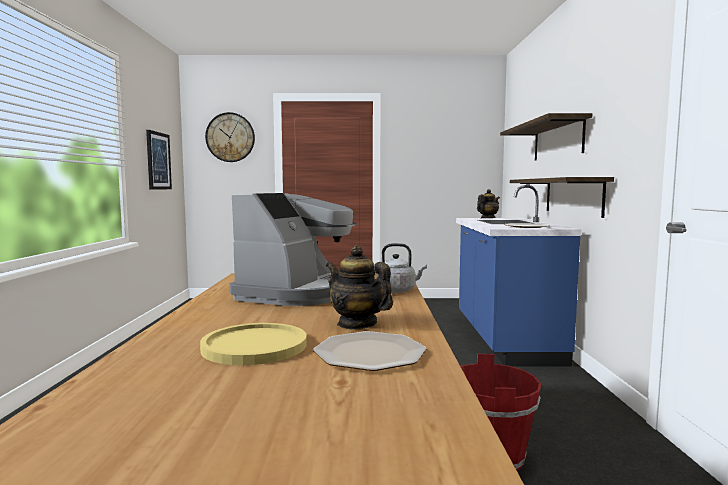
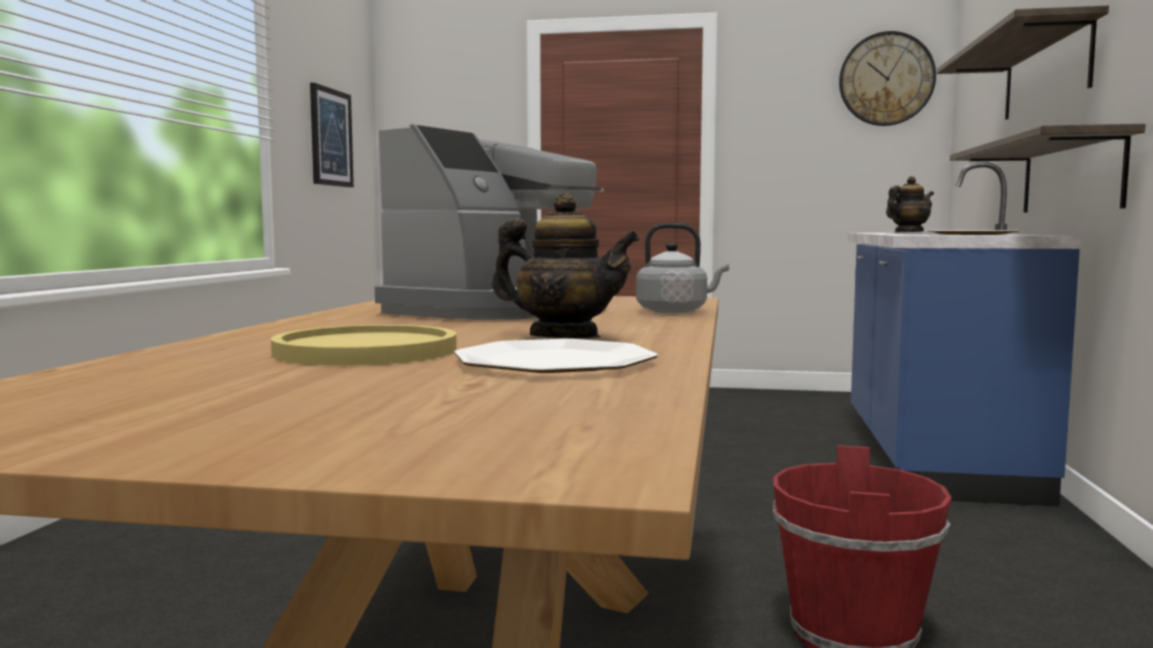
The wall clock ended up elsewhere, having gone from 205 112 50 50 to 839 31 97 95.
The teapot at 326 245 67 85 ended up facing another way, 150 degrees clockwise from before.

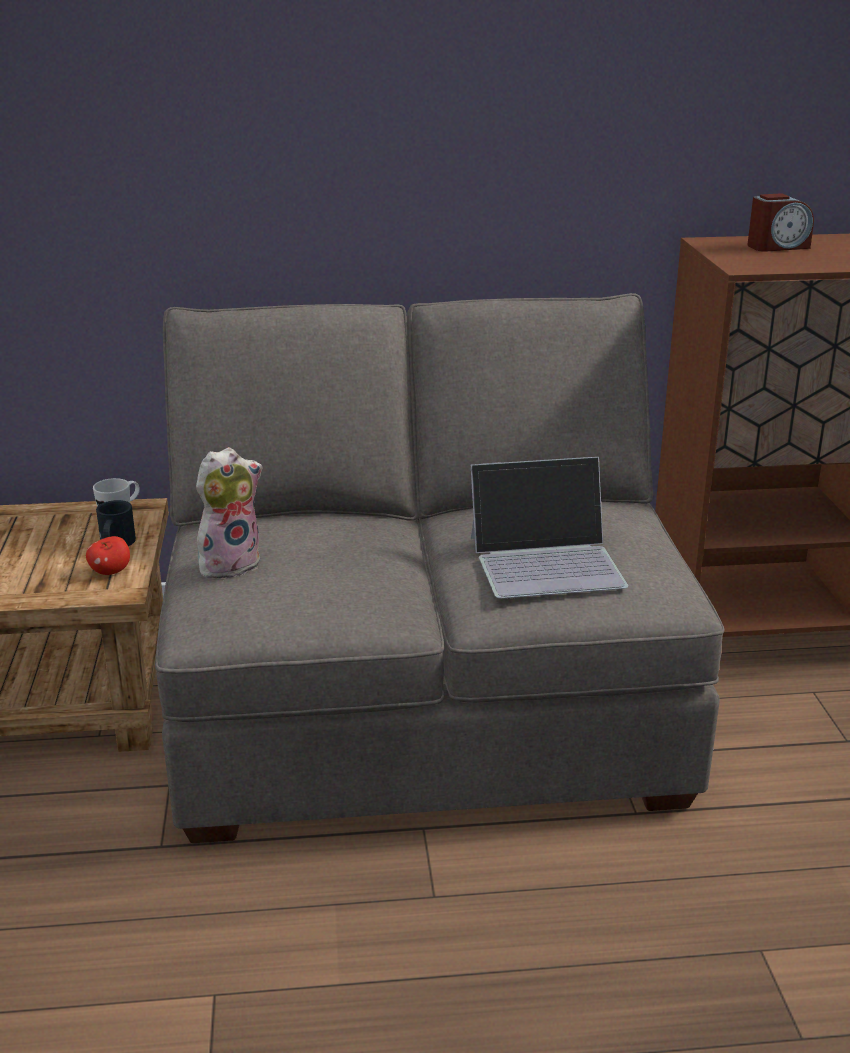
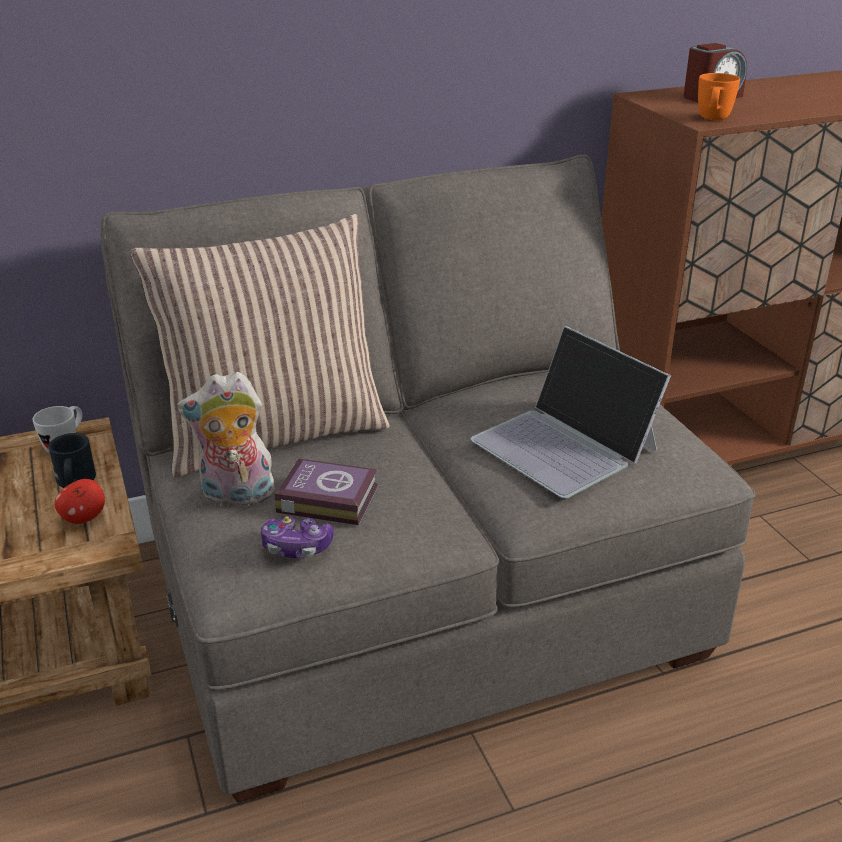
The plush toy at 196 447 66 132 ended up facing another way, 135 degrees counterclockwise from before.
The laptop at 471 457 157 142 ended up facing another way, 75 degrees clockwise from before.
The second view gained the mug in orange at 698 73 42 47.
The second view gained the pillow at 130 214 260 263.
The second view gained the book at 274 459 104 66.
The second view gained the game controller at 261 516 73 42.

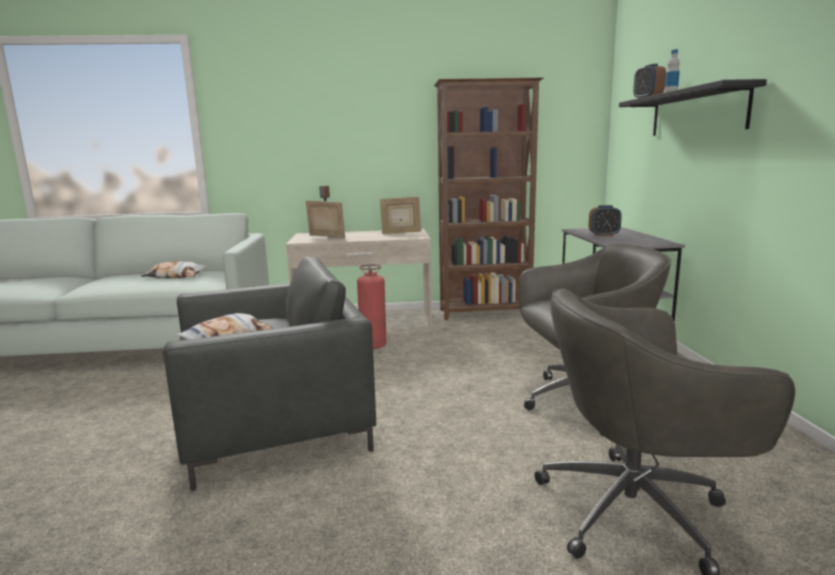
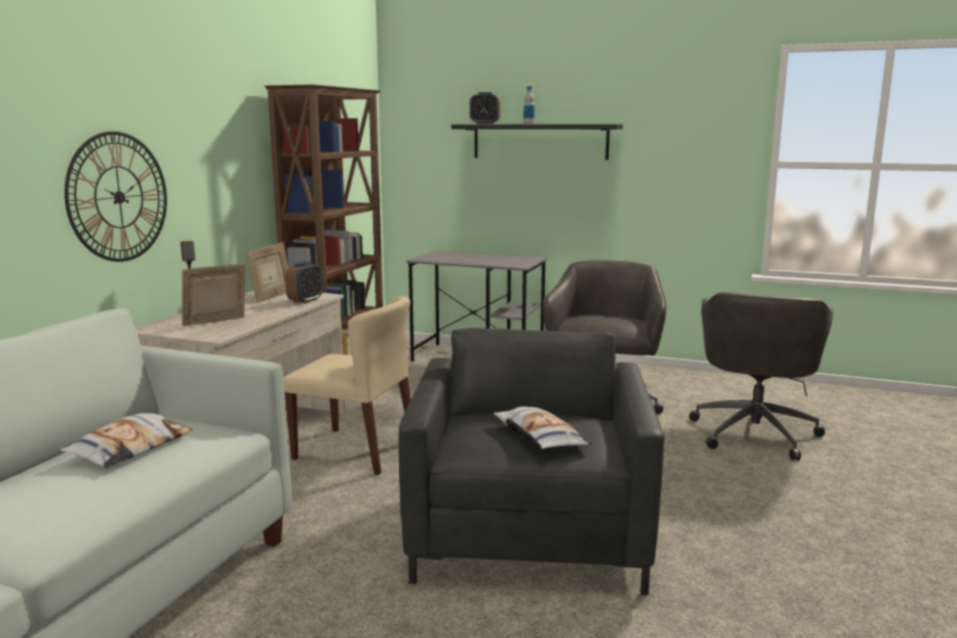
The alarm clock ended up elsewhere, having gone from 589 205 33 31 to 285 261 38 43.
Where the fire extinguisher stood at 357 264 29 85, the chair in beige came to stand at 283 296 128 179.
The second view gained the wall clock at 64 131 103 131.

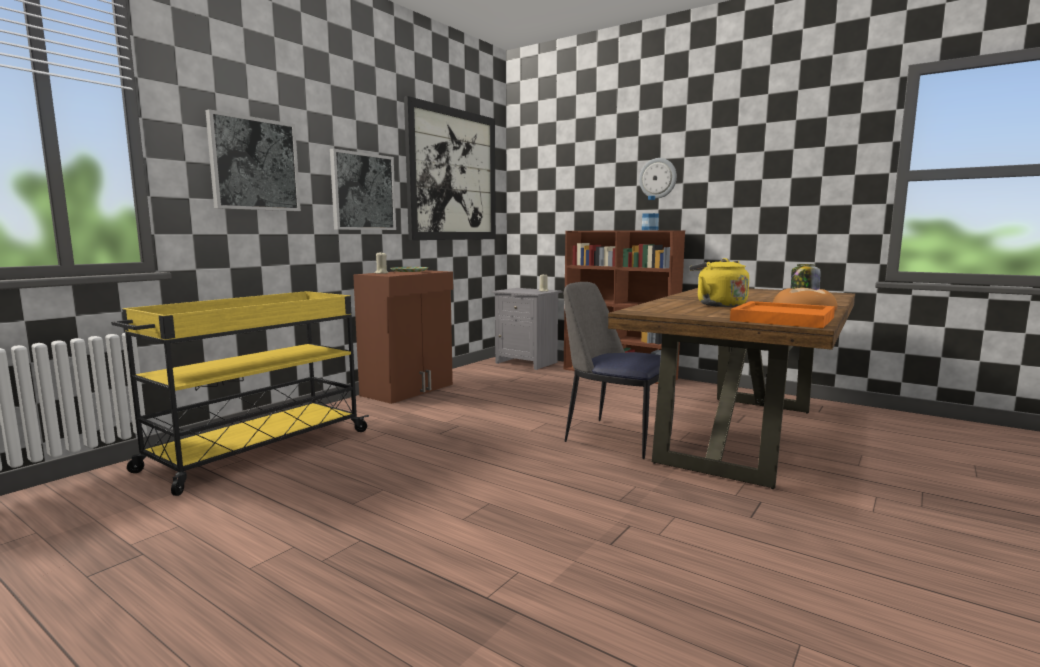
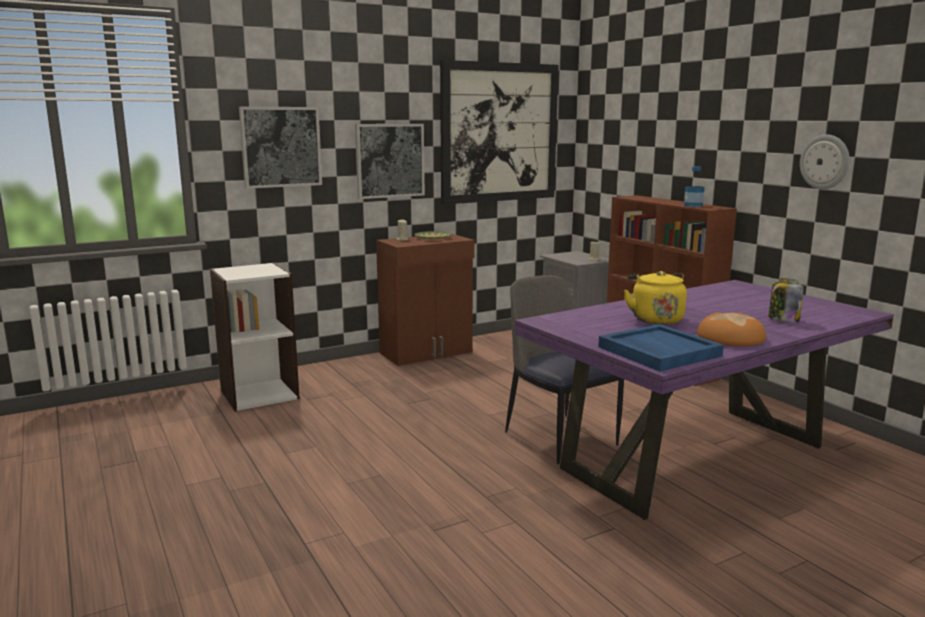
The wall clock ended up elsewhere, having gone from 639 158 38 41 to 800 134 50 56.
What was the dining table in brown at 608 288 247 201 turned into the dining table in purple at 515 280 379 240.
Where the cart in yellow stood at 111 291 258 205, the bookcase in white came to stand at 210 263 90 148.
What was the tray in orange at 730 301 105 27 turned into the tray in blue at 598 324 126 47.

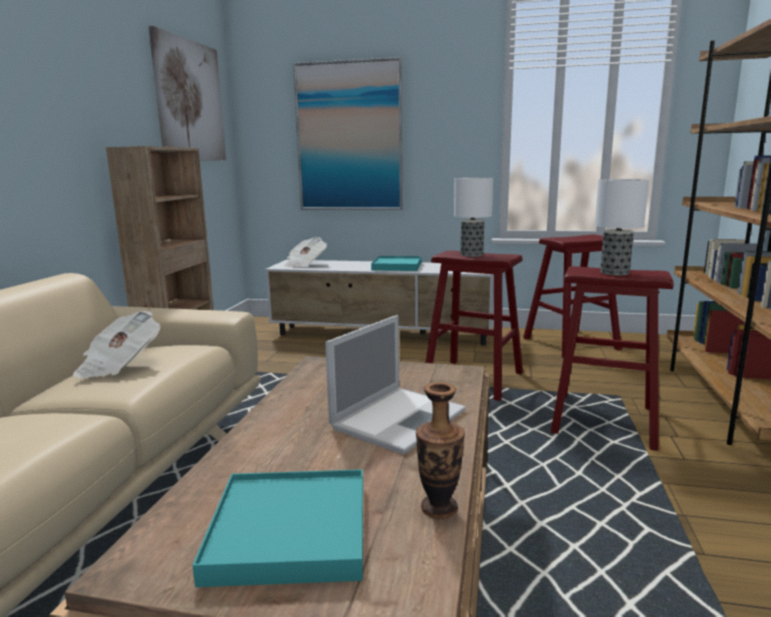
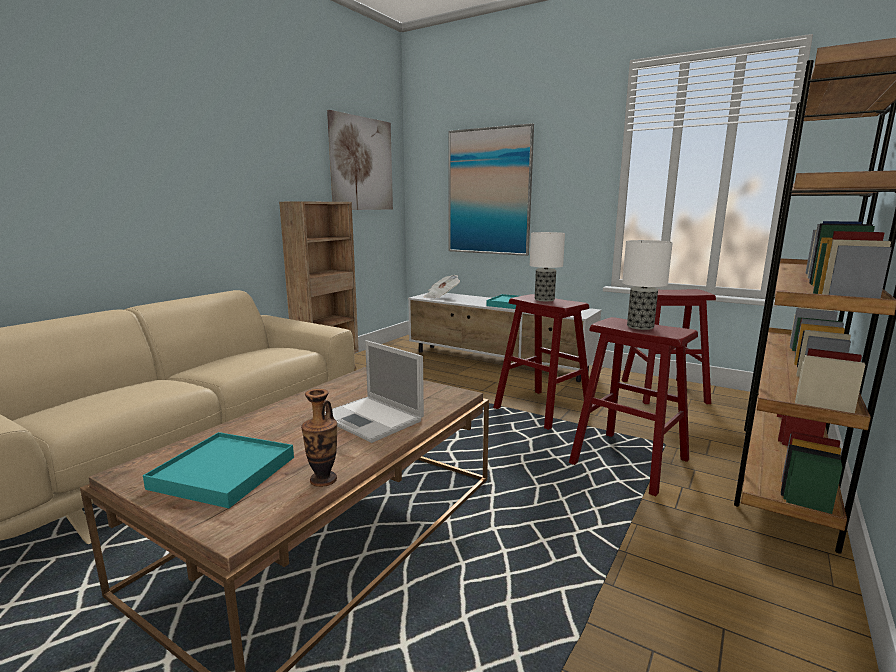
The second view lost the newspaper at 73 311 87 67.
The laptop at 325 315 141 140 ended up facing another way, 75 degrees clockwise from before.

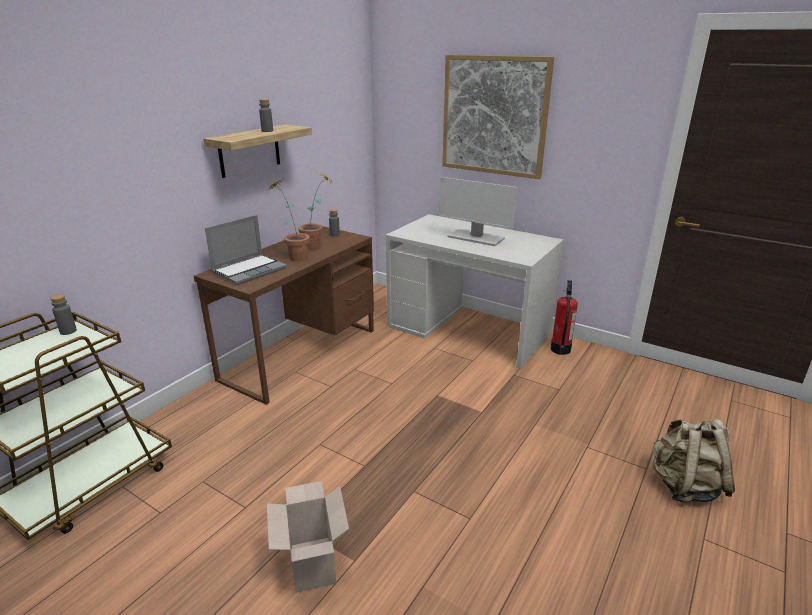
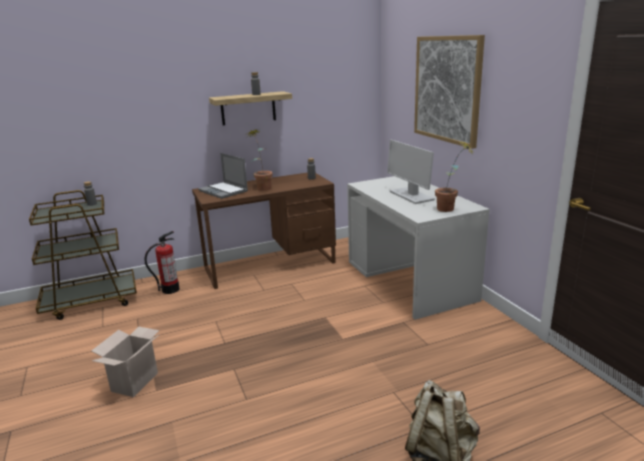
The potted plant ended up elsewhere, having gone from 298 172 34 78 to 435 142 39 70.
The laptop at 205 215 82 70 ended up facing another way, 60 degrees clockwise from before.
The fire extinguisher ended up elsewhere, having gone from 551 280 27 75 to 144 231 36 63.

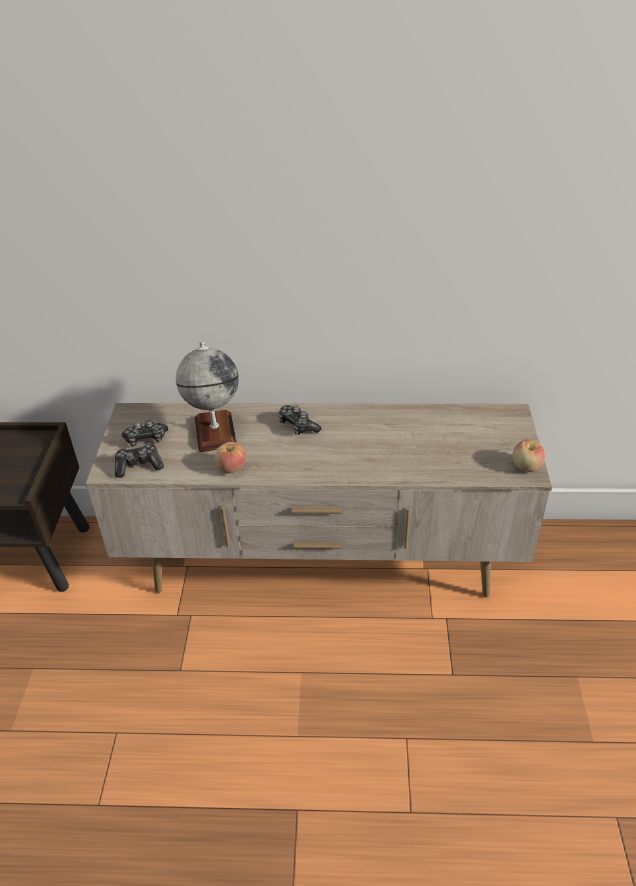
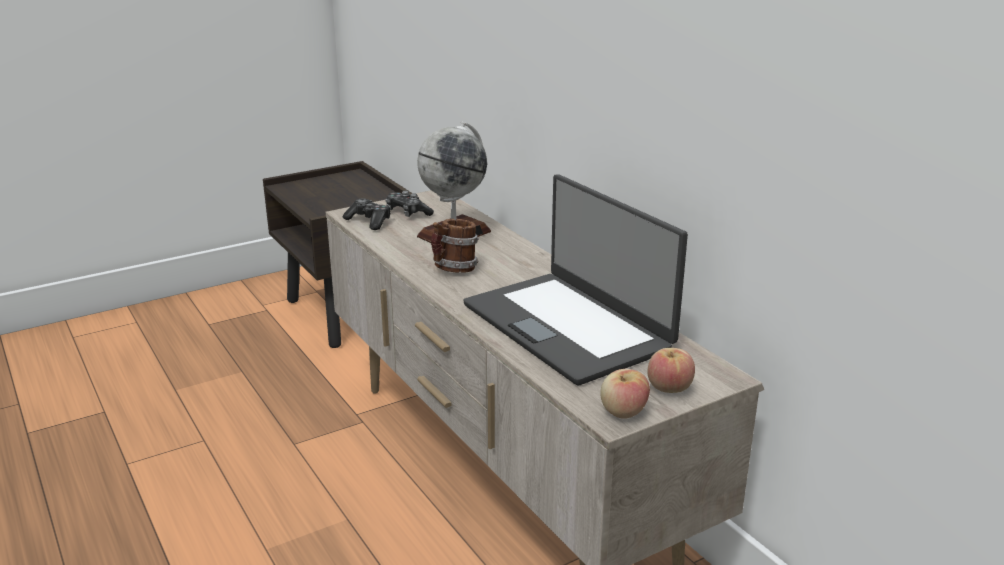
The second view lost the game controller at 278 405 44 30.
The apple ended up elsewhere, having gone from 215 442 32 32 to 647 348 48 45.
The second view gained the laptop at 463 174 225 212.
The second view gained the mug at 431 219 48 54.

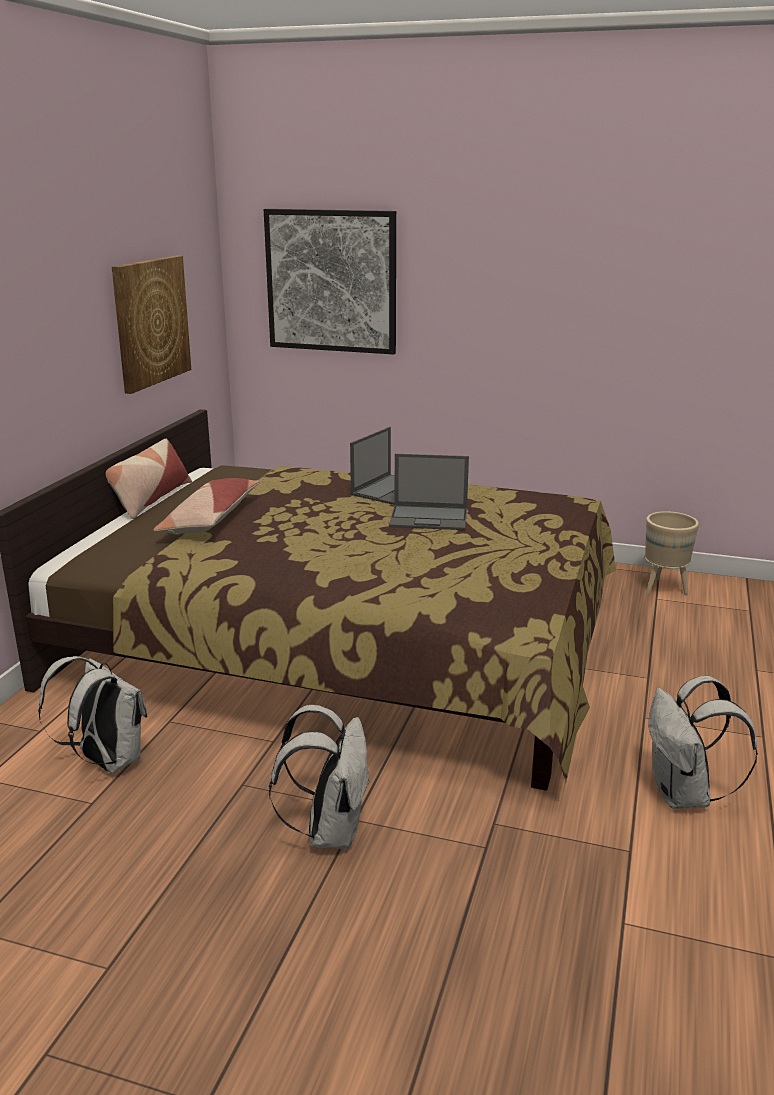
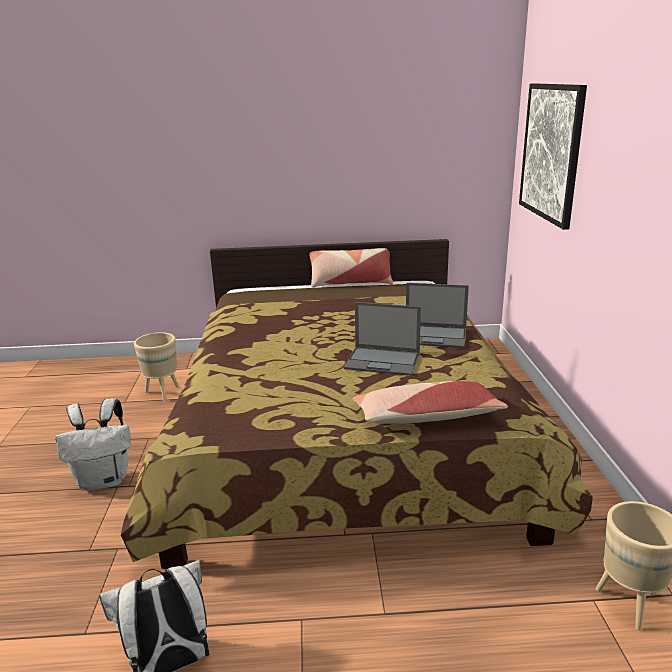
The second view lost the picture at 112 255 79 139.
The laptop at 389 454 80 76 ended up facing another way, 60 degrees counterclockwise from before.
The pillow ended up elsewhere, having gone from 153 478 107 57 to 353 381 155 43.
Where the backpack in white stood at 38 656 109 117, the planter in beige came to stand at 134 332 45 70.

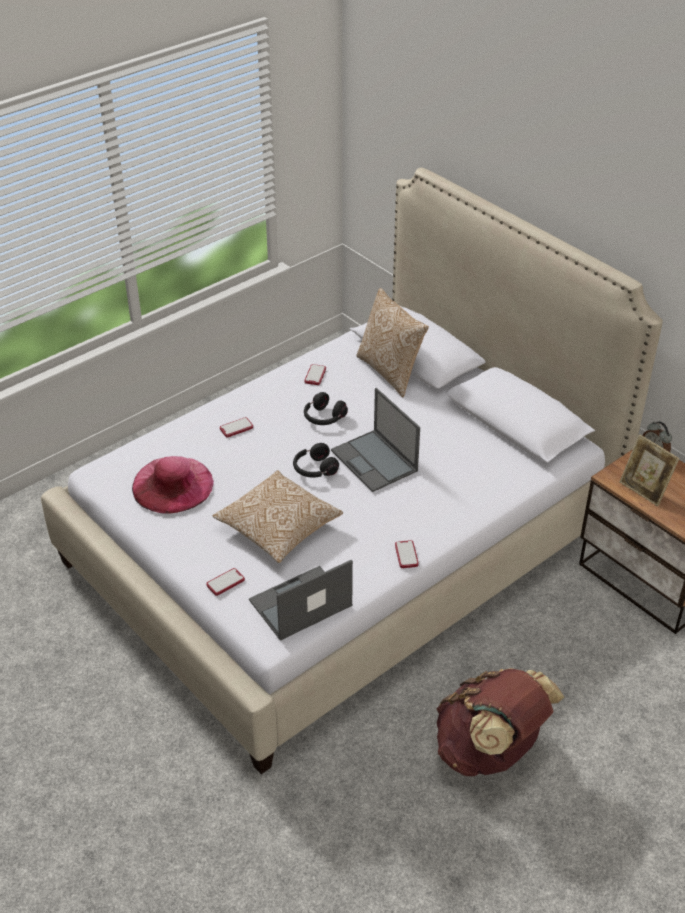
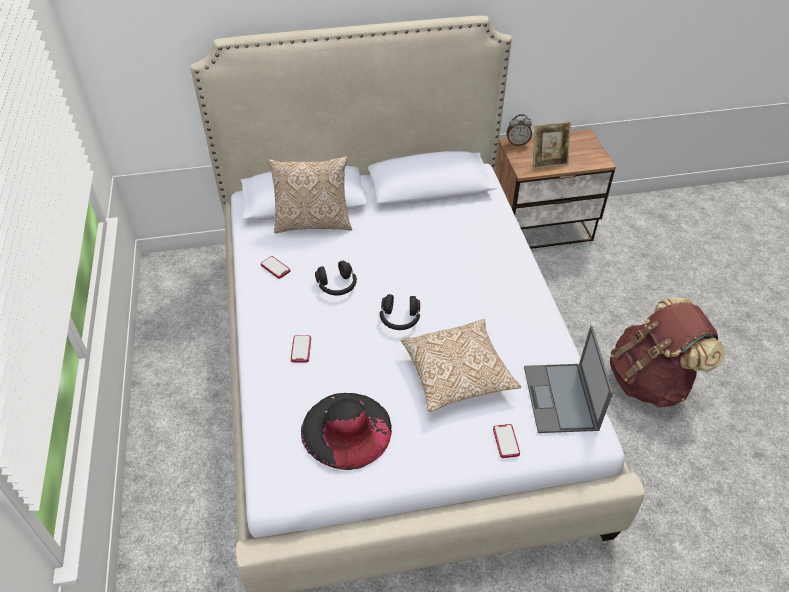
The second view lost the laptop at 331 388 89 104.
What was the hat in pink at 132 456 82 57 turned into the hat in black at 301 393 91 77.
The second view lost the phone at 395 540 24 28.

